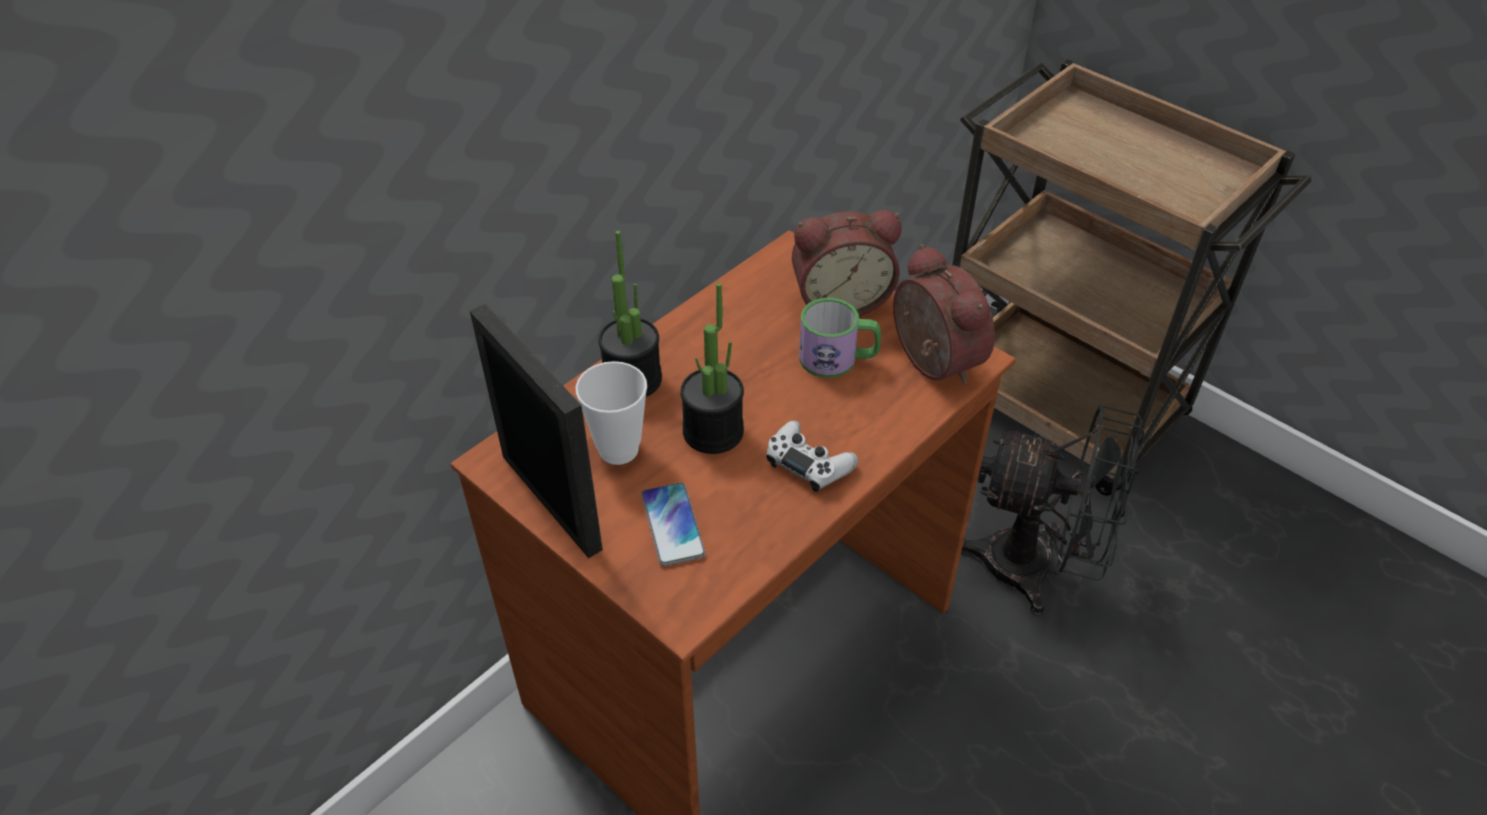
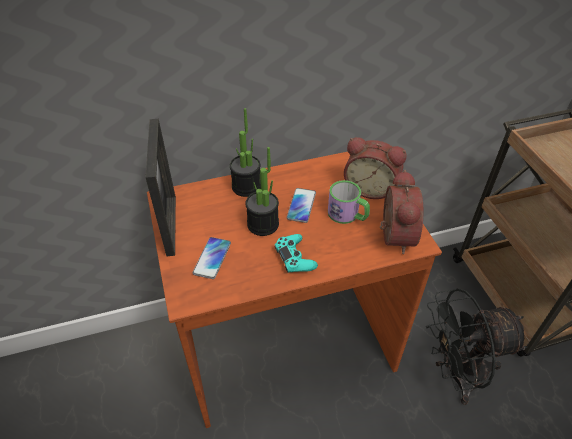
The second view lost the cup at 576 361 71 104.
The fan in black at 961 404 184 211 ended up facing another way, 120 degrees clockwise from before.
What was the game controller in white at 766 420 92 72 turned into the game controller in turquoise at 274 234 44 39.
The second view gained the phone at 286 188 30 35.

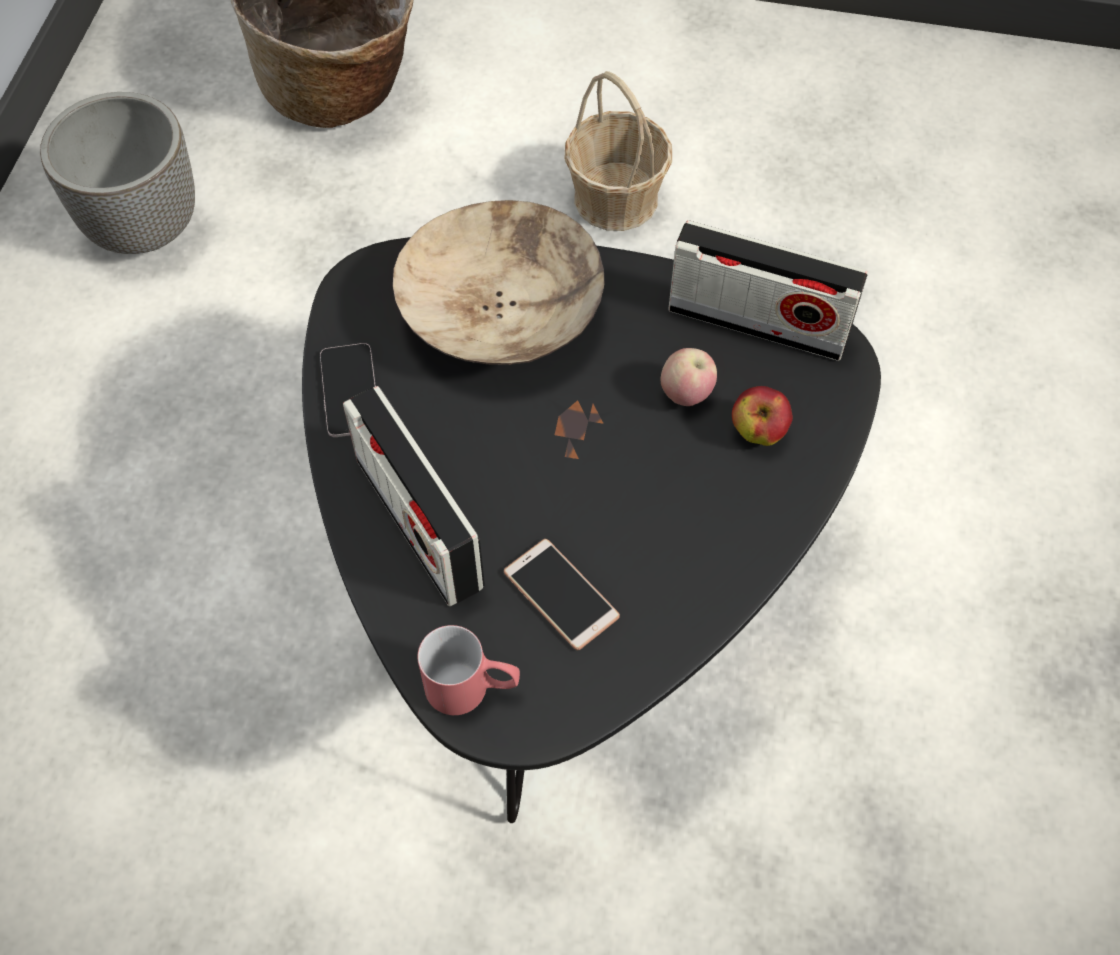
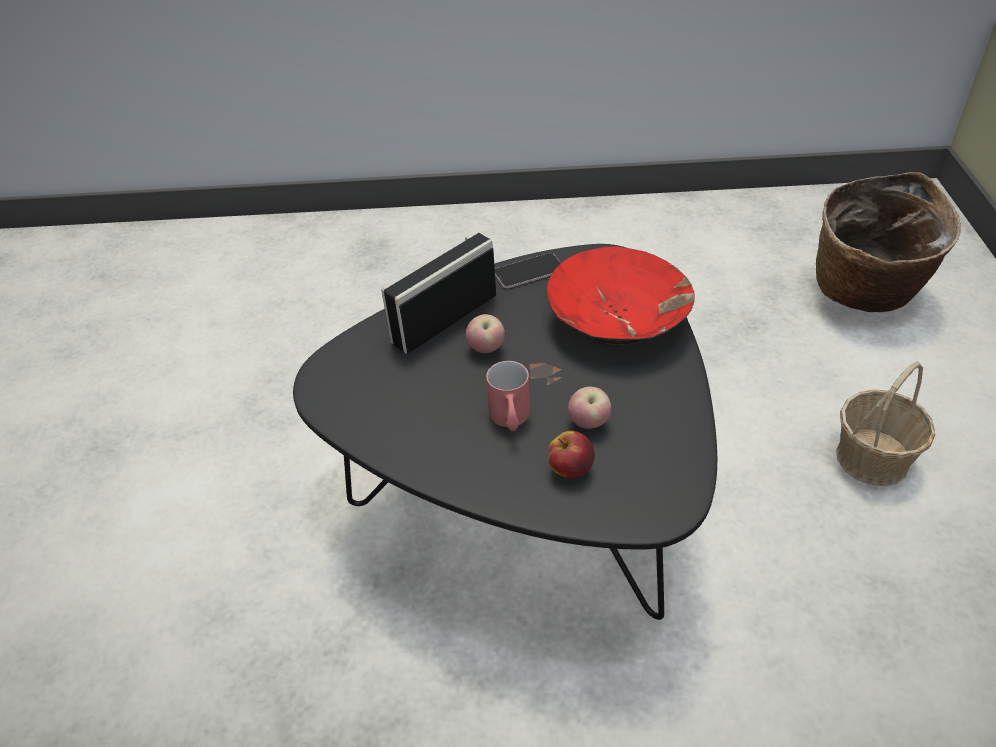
The second view lost the planter at 40 92 155 162.
What was the bowl in beige at 393 200 211 165 turned into the bowl in red at 547 246 148 99.
The second view lost the radio at 668 220 200 141.
The second view lost the phone at 504 539 116 111.
The mug in red ended up elsewhere, having gone from 417 625 103 90 to 486 361 44 70.
The second view gained the apple at 466 314 39 39.

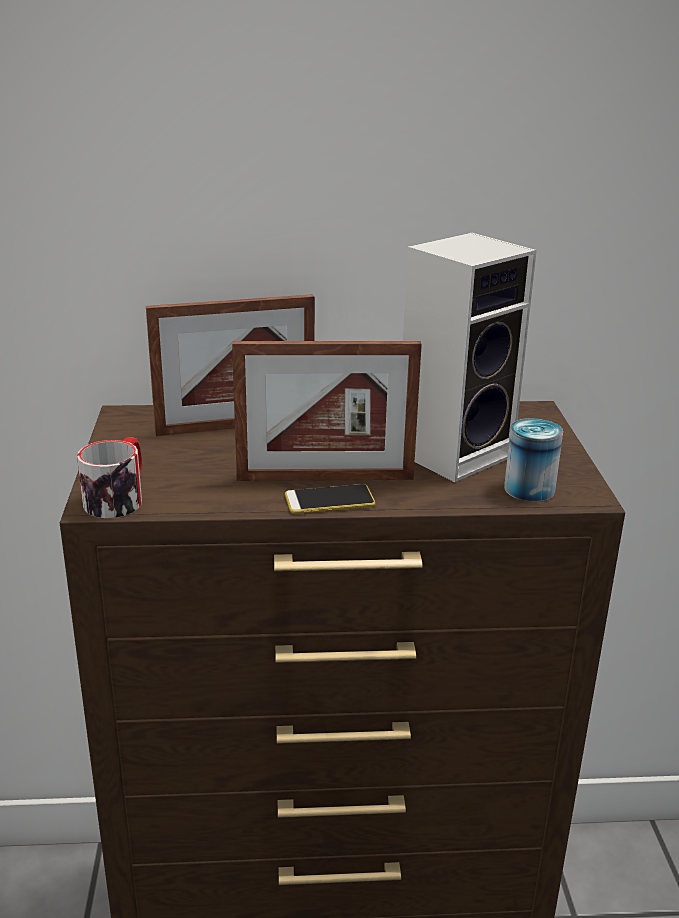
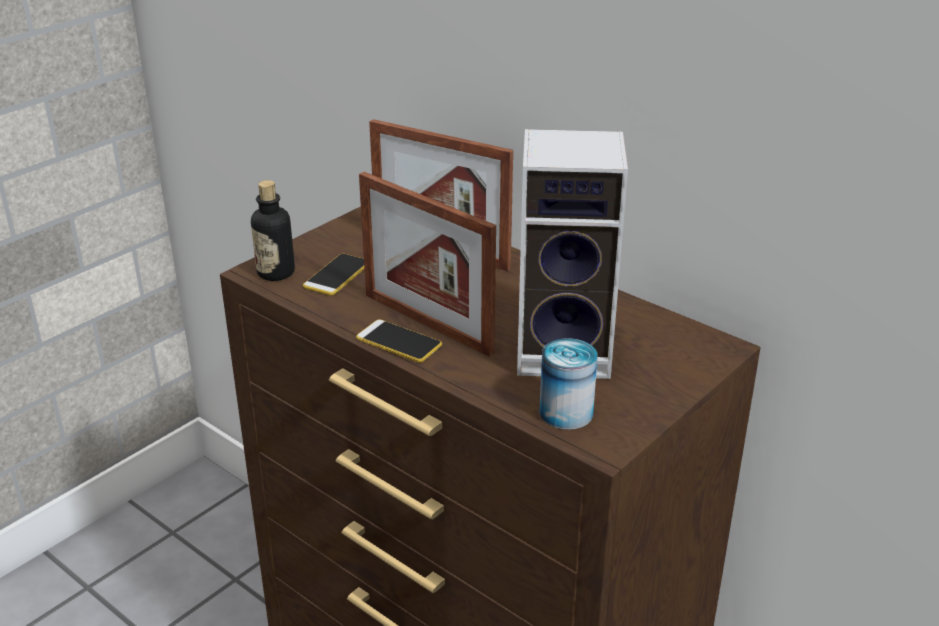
Where the mug stood at 77 437 65 81, the bottle came to stand at 251 180 44 101.
The second view gained the phone at 303 254 61 41.

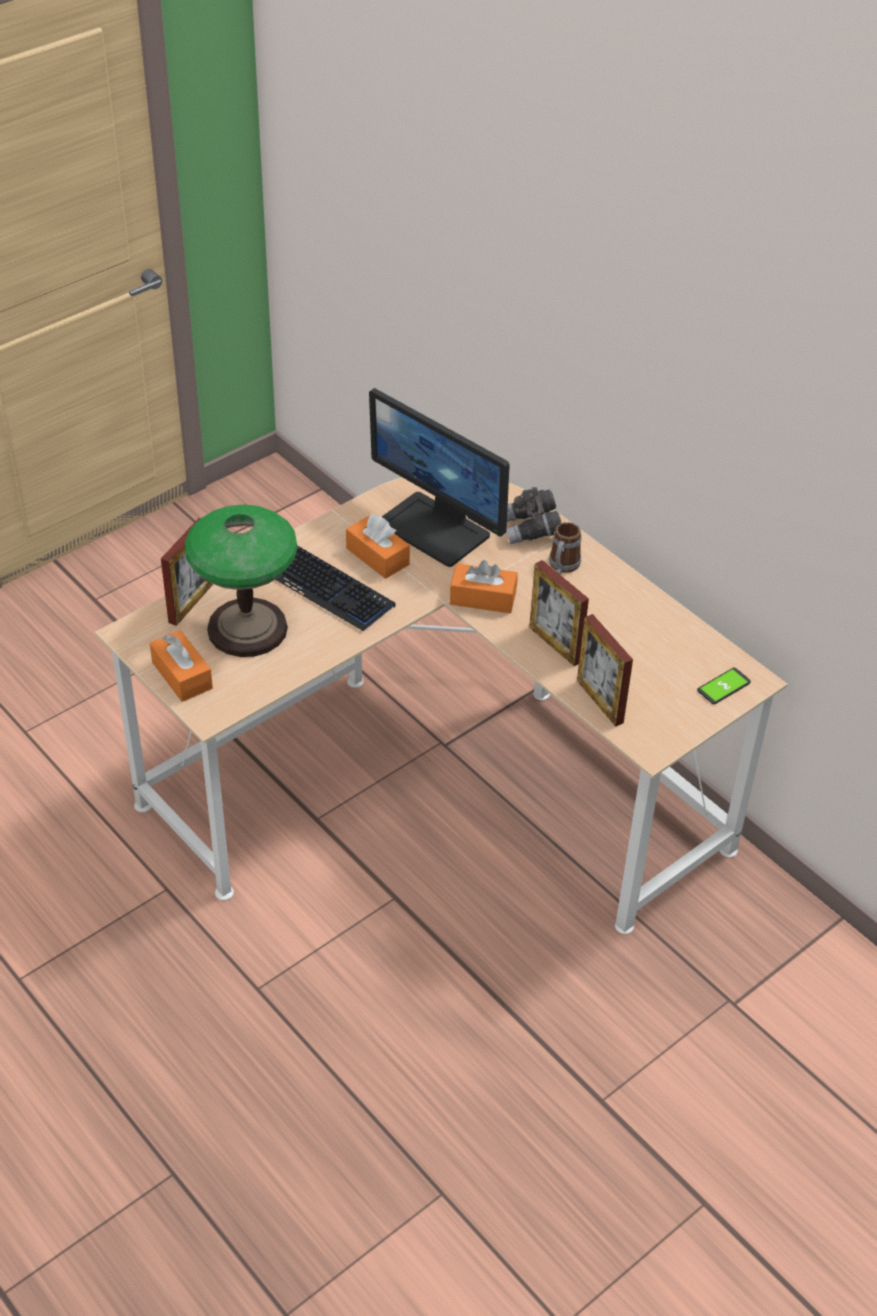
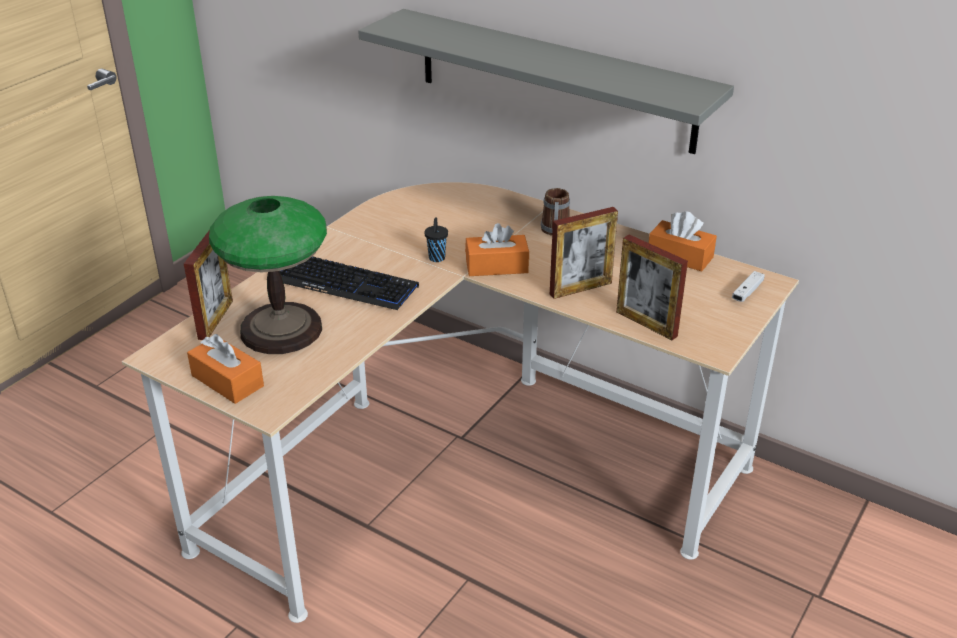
The second view lost the monitor at 369 388 140 179.
The second view lost the binoculars in grey at 506 487 55 57.
The tissue box in orange ended up elsewhere, having gone from 346 514 64 65 to 649 211 68 60.
The picture frame at 529 560 60 106 ended up facing another way, 60 degrees counterclockwise from before.
Where the phone stood at 697 668 54 36, the game controller in white came to stand at 732 271 33 31.
The second view gained the shelf in grey at 358 9 376 145.
The second view gained the cup in black at 424 217 24 45.

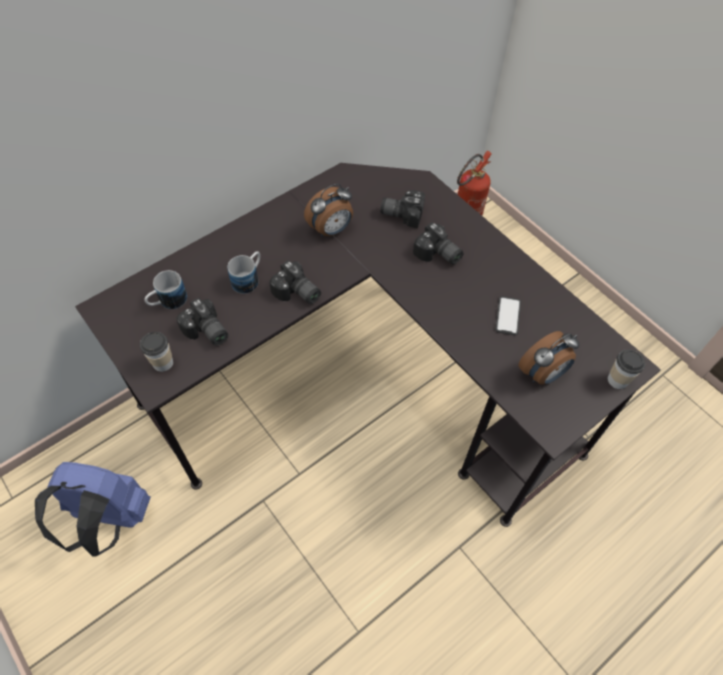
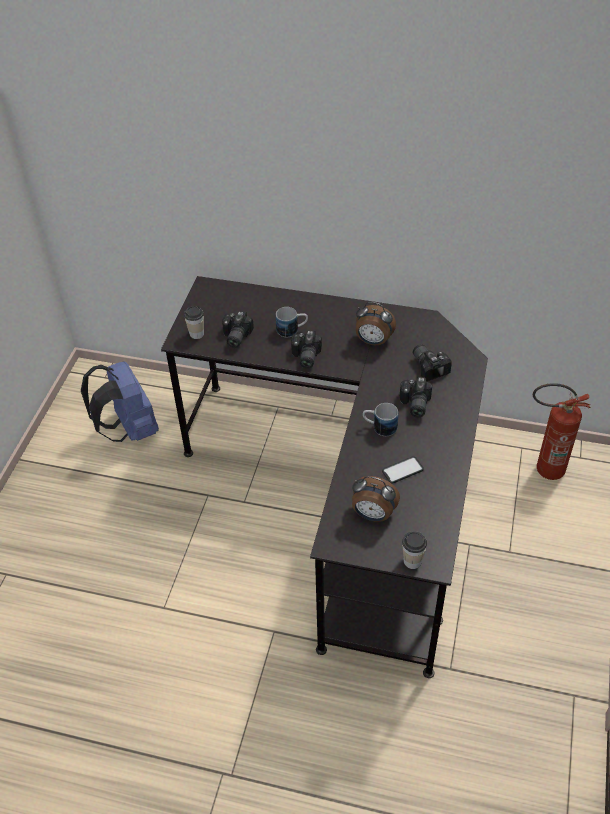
The mug ended up elsewhere, having gone from 144 270 43 39 to 363 403 35 33.

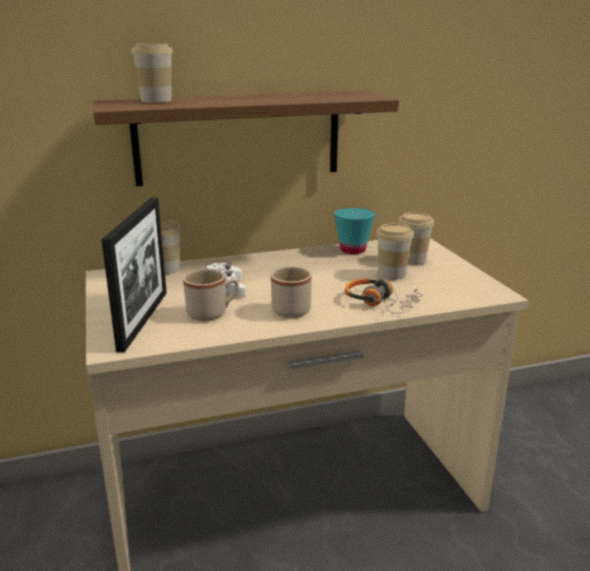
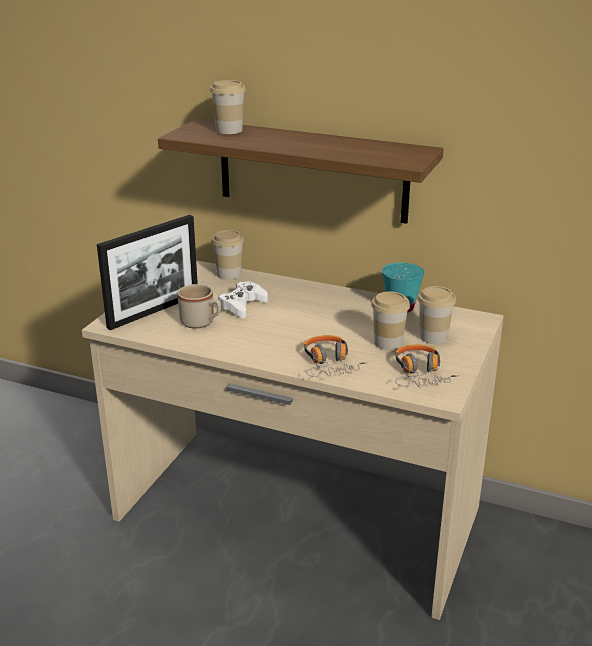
The second view lost the mug in beige at 271 267 41 51.
The second view gained the headphones at 395 345 64 42.

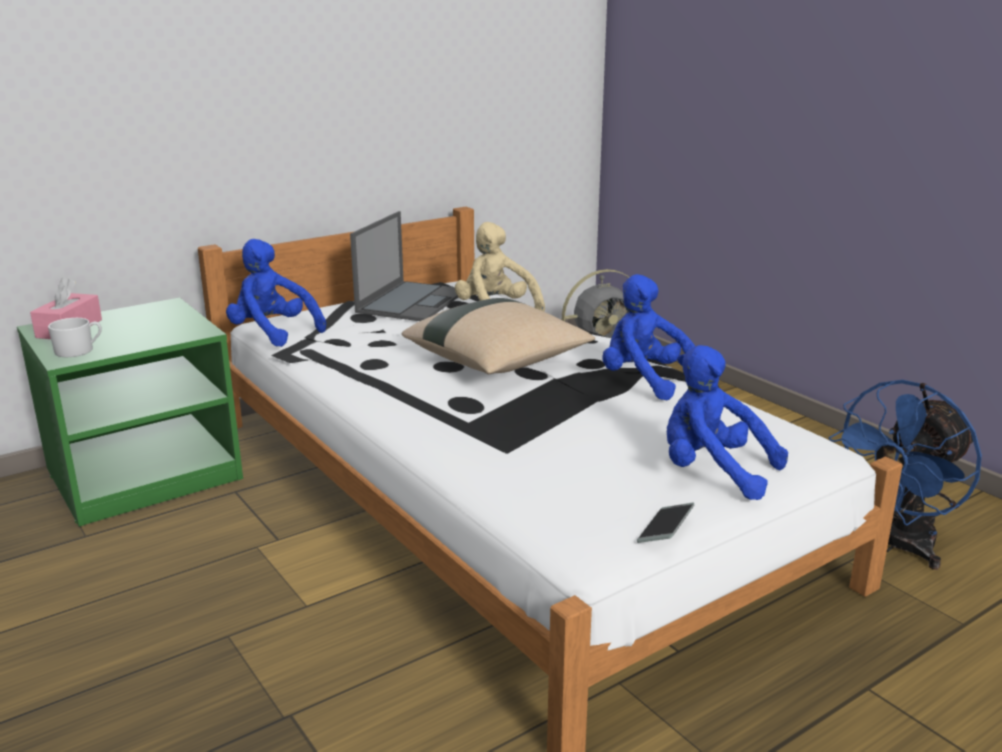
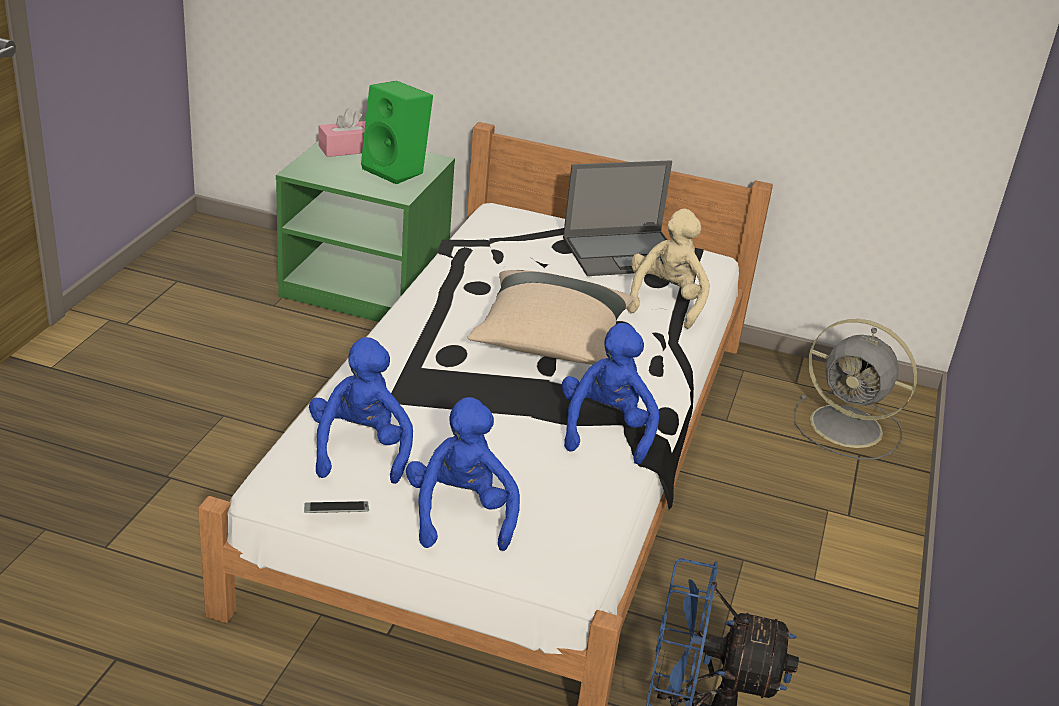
The plush toy in blue ended up elsewhere, having gone from 226 239 100 108 to 309 337 104 147.
The second view lost the mug in white at 48 318 54 39.
The second view gained the speaker in green at 361 81 72 103.

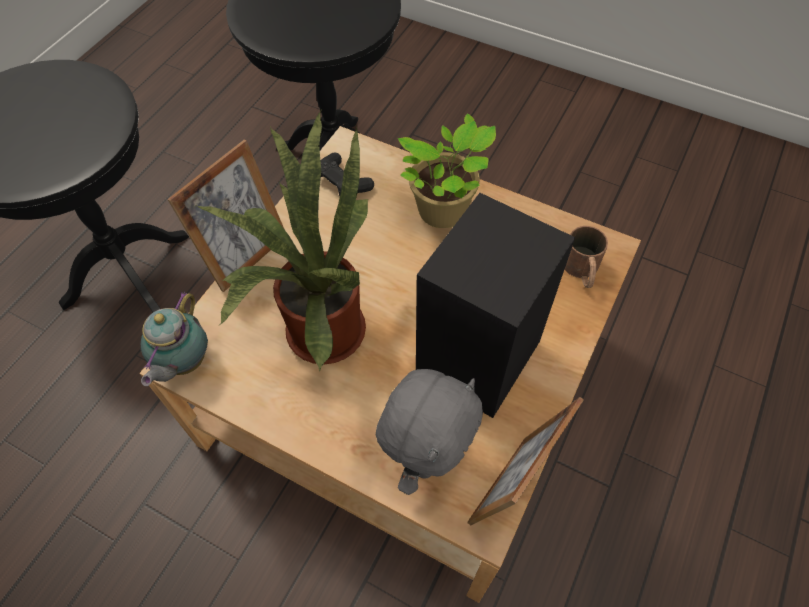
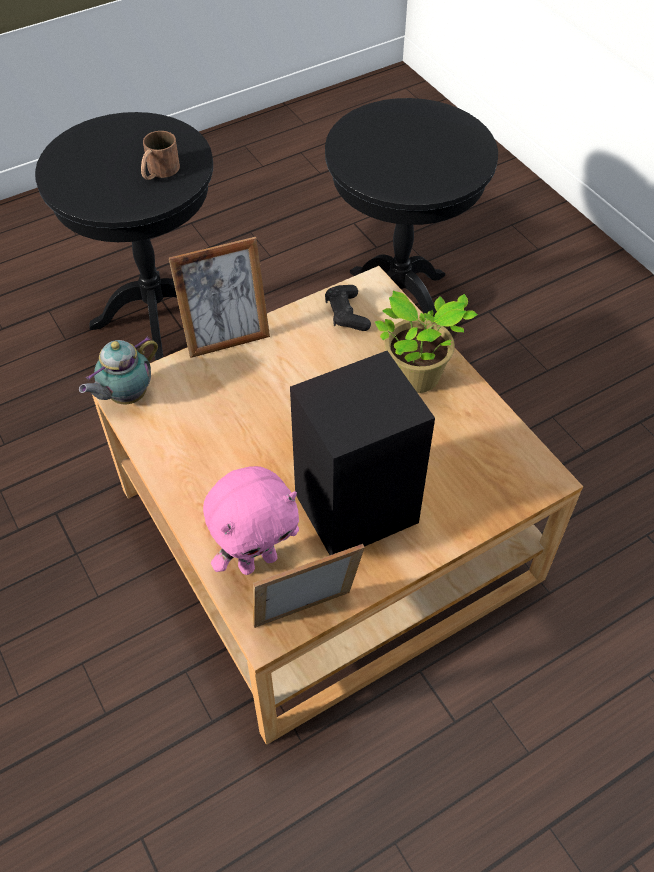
The second view lost the potted plant at 196 111 173 260.
The mug in brown ended up elsewhere, having gone from 565 226 43 62 to 141 131 39 49.
What was the plush toy in grey at 376 369 107 126 turned into the plush toy in pink at 203 466 96 109.

